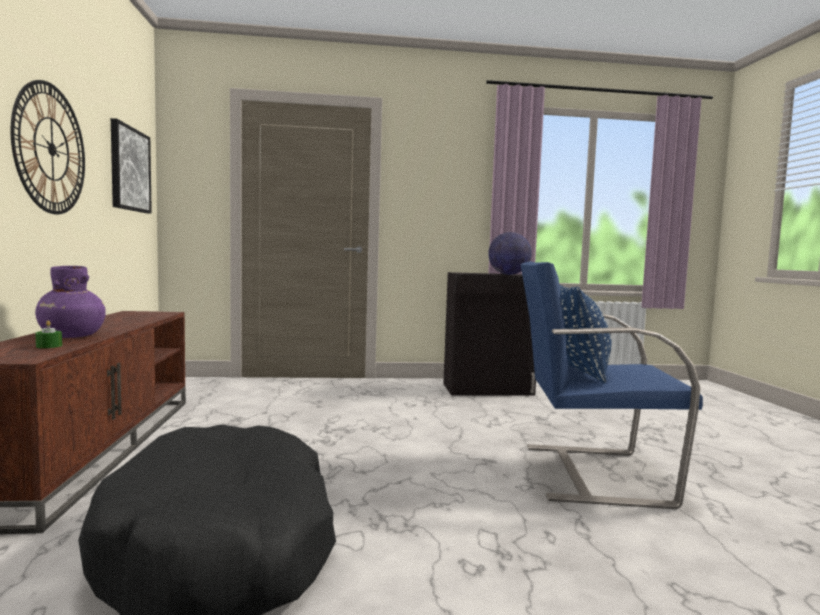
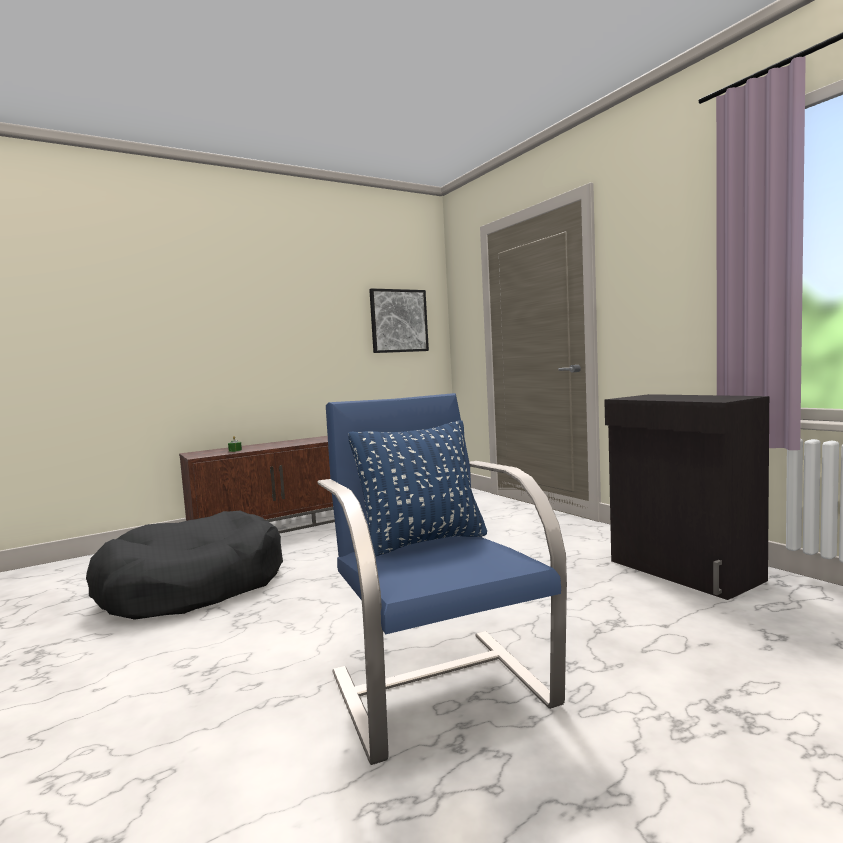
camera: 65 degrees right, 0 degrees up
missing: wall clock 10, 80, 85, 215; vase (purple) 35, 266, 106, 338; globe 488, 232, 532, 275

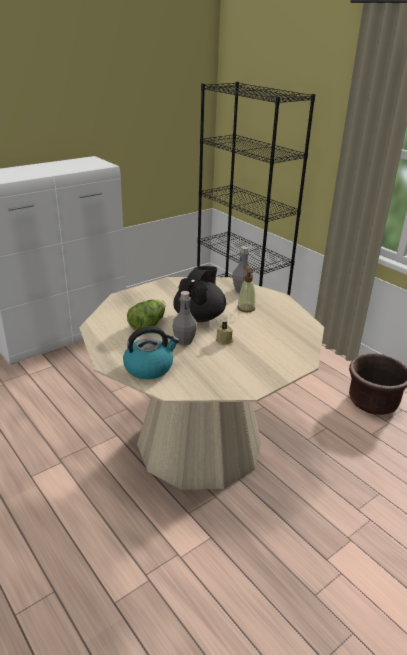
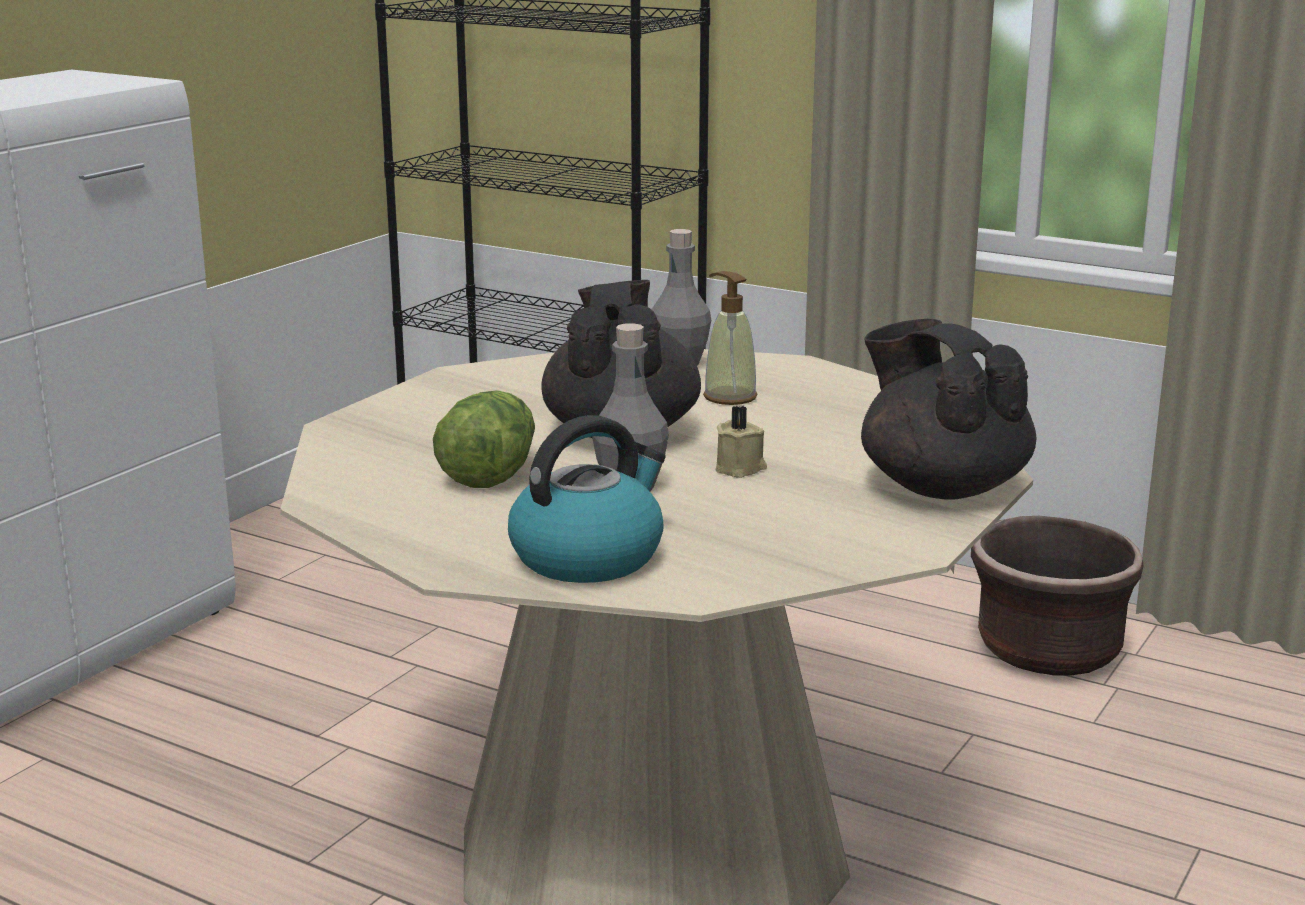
camera: 20 degrees left, 10 degrees down
appeared: teapot (black) 861, 319, 1036, 500

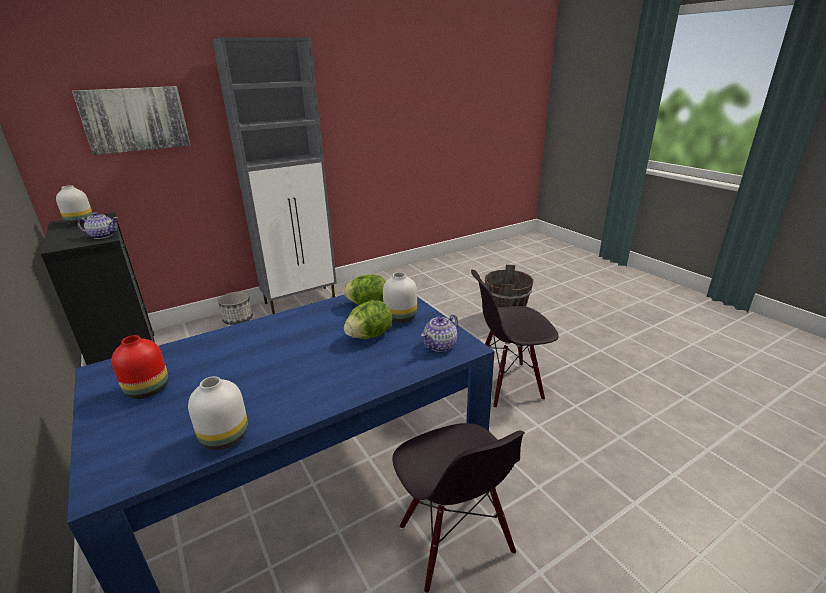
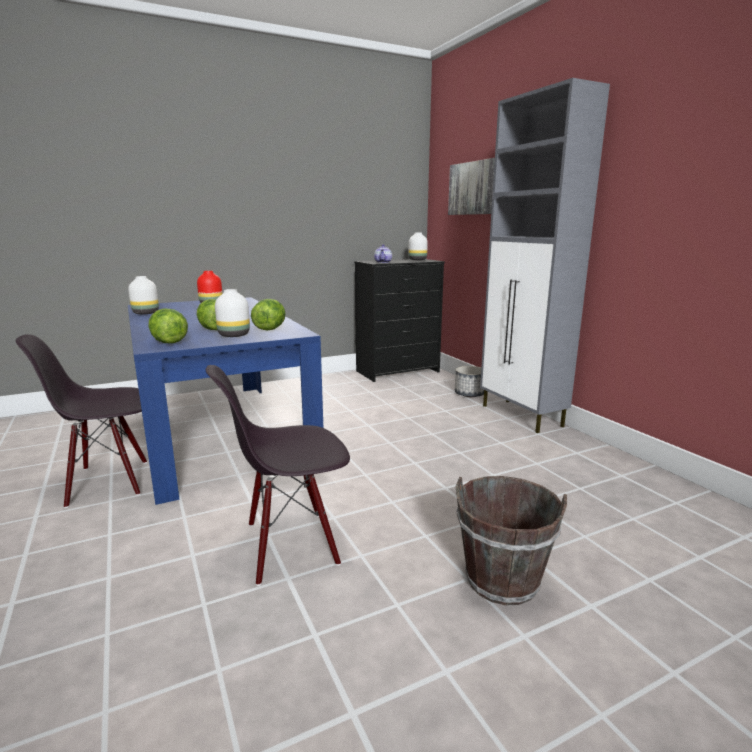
camera: 95 degrees right, 10 degrees down
exchanged: teapot 421, 314, 458, 352 to lettuce 148, 308, 188, 344
spun: chair (black) 471, 270, 559, 408 = 206, 365, 350, 586 105 degrees counterclockwise

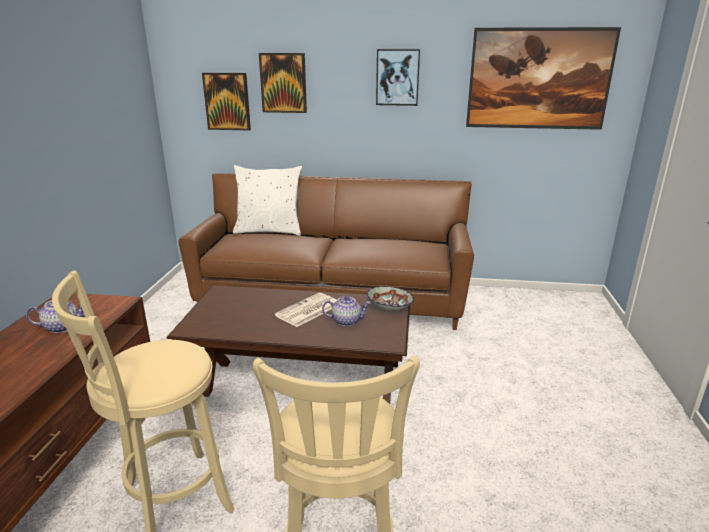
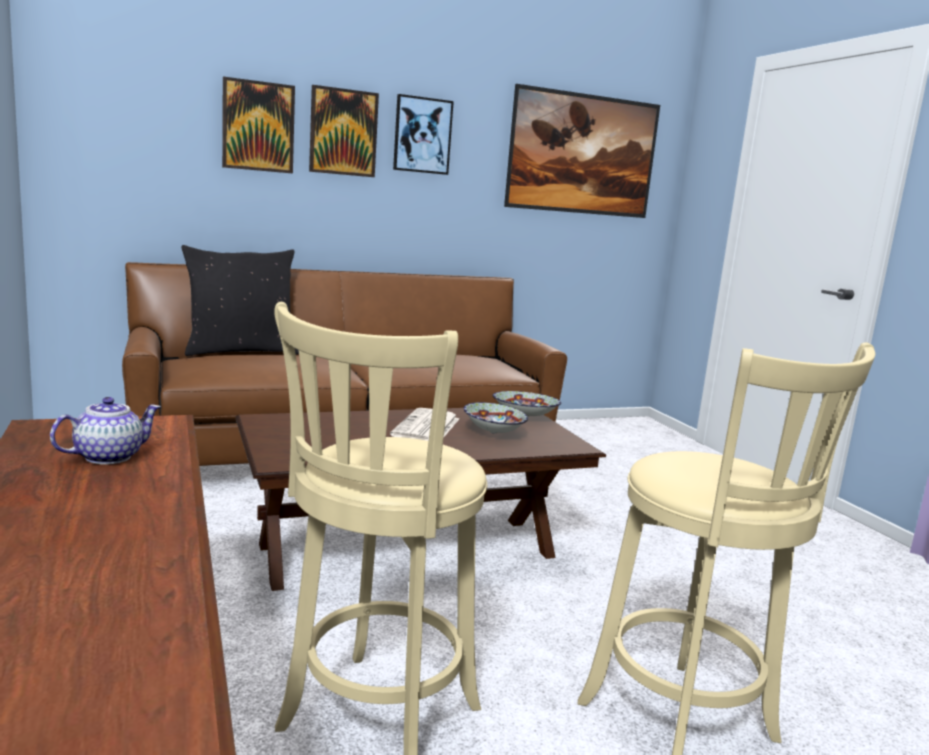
camera: 30 degrees left, 10 degrees down
relocated: picture 202, 73, 251, 131 to 309, 85, 379, 177
exchanged: teapot 322, 296, 371, 326 to bowl 464, 402, 528, 434
colour: pillow (white) 233, 165, 302, 236 to pillow (black) 181, 245, 299, 356

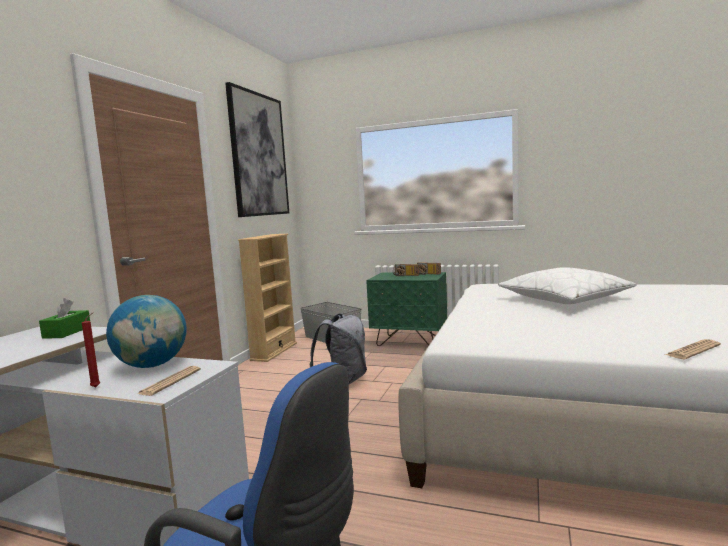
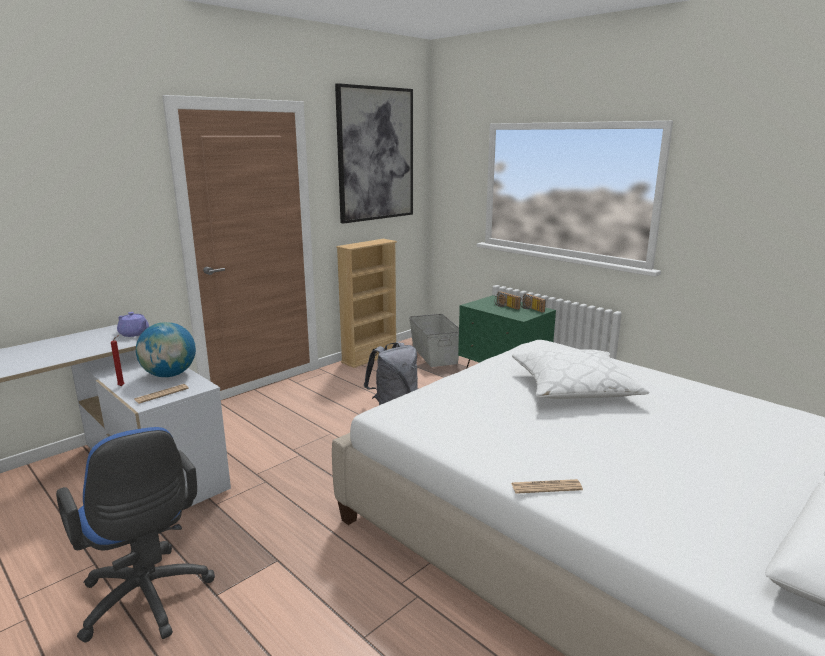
camera: 25 degrees right, 10 degrees up
exchanged: tissue box (green) 39, 298, 90, 339 to teapot (purple) 117, 312, 149, 337

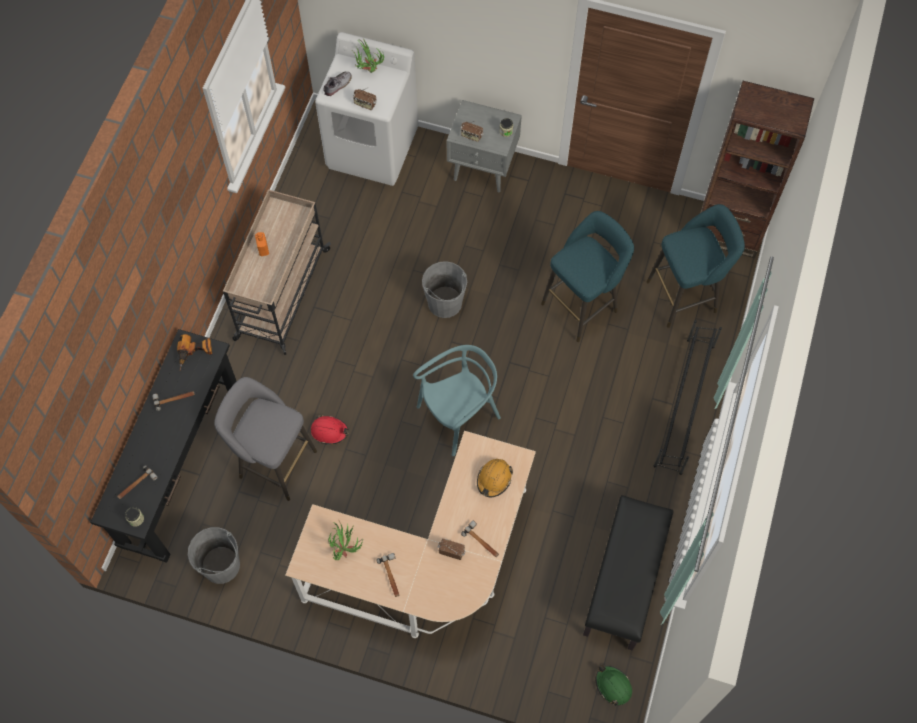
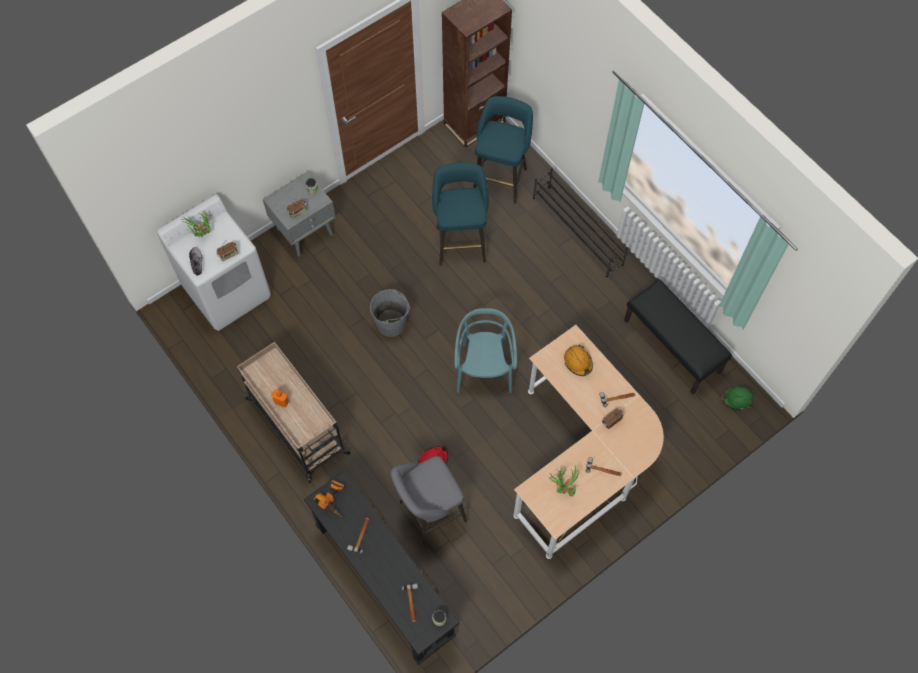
camera: 55 degrees left, 0 degrees up
missing: bucket (grey) 188, 527, 240, 584

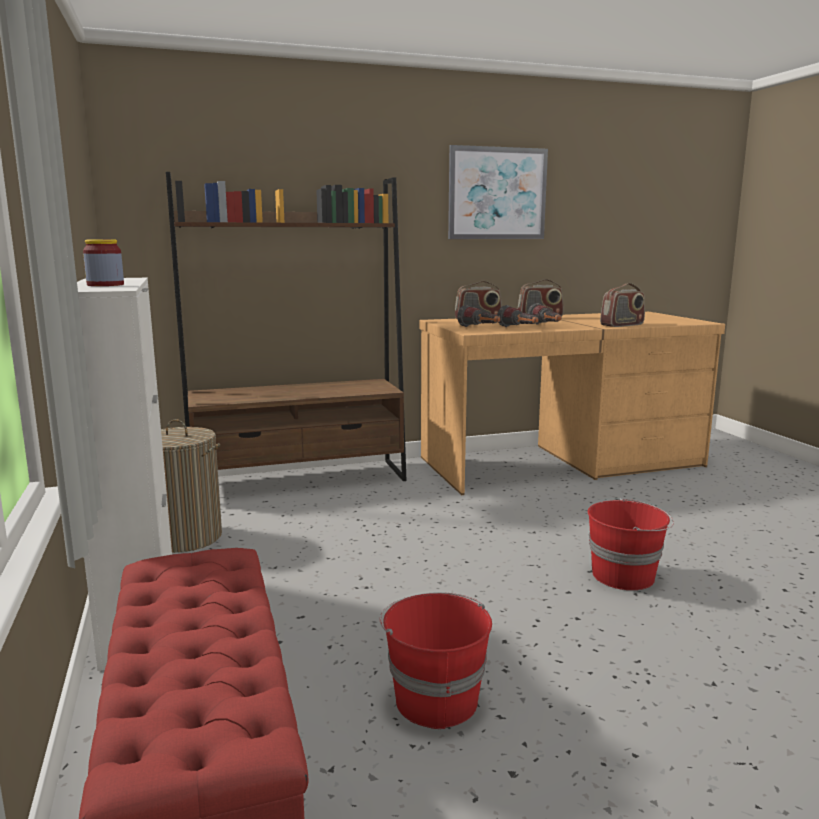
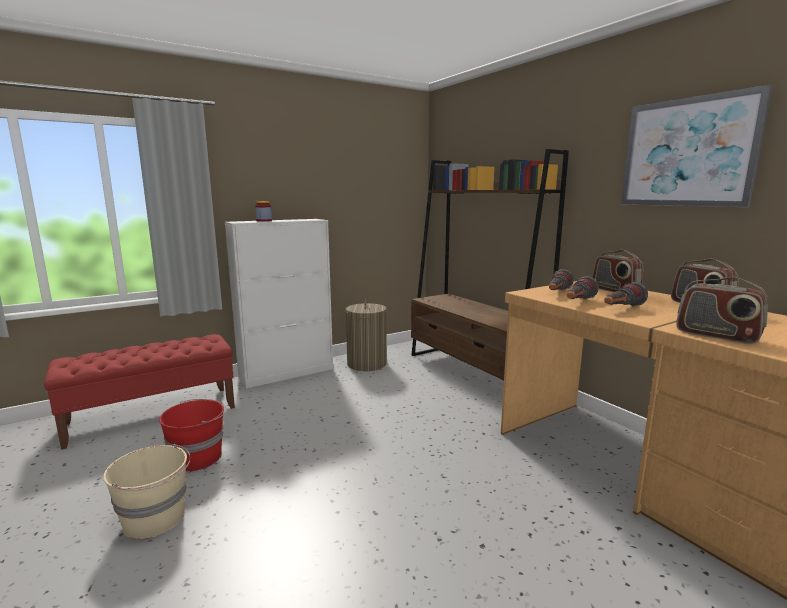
camera: 75 degrees right, 0 degrees up
missing: bucket (red) 588, 498, 674, 590
appeared: bucket (beige) 103, 444, 191, 539

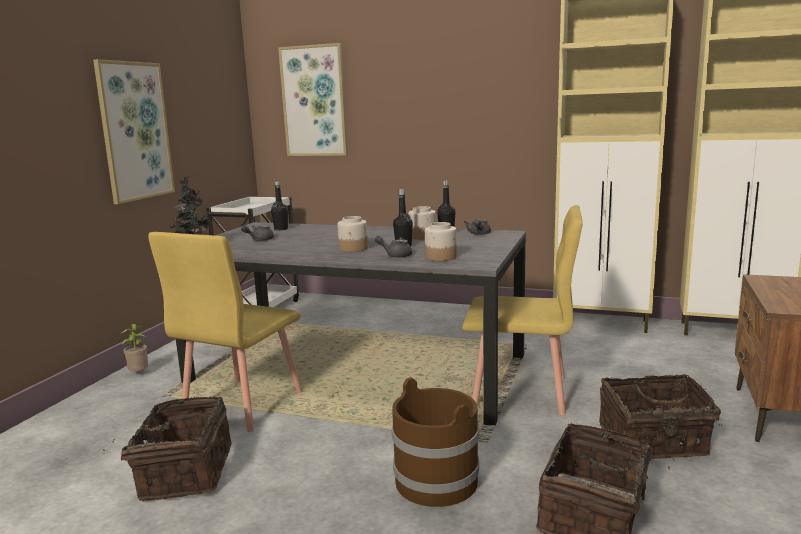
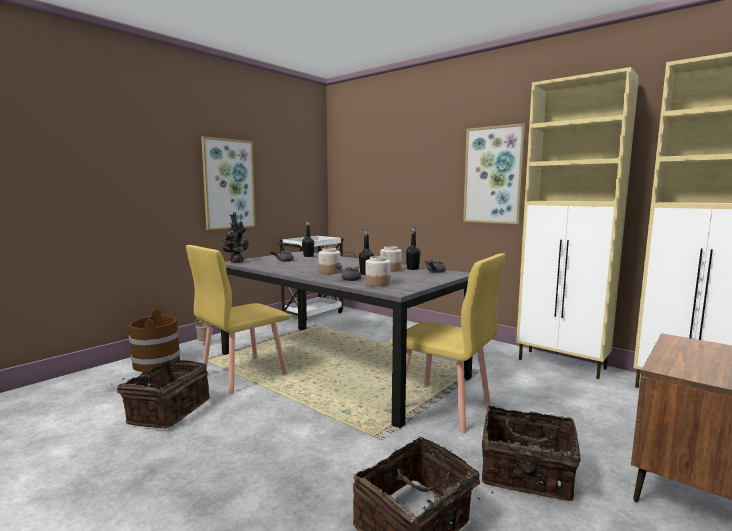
camera: 20 degrees right, 5 degrees down
relocated: picture 278, 43, 348, 156 to 463, 123, 526, 224; bucket (brown) 392, 377, 479, 507 to 129, 308, 180, 372

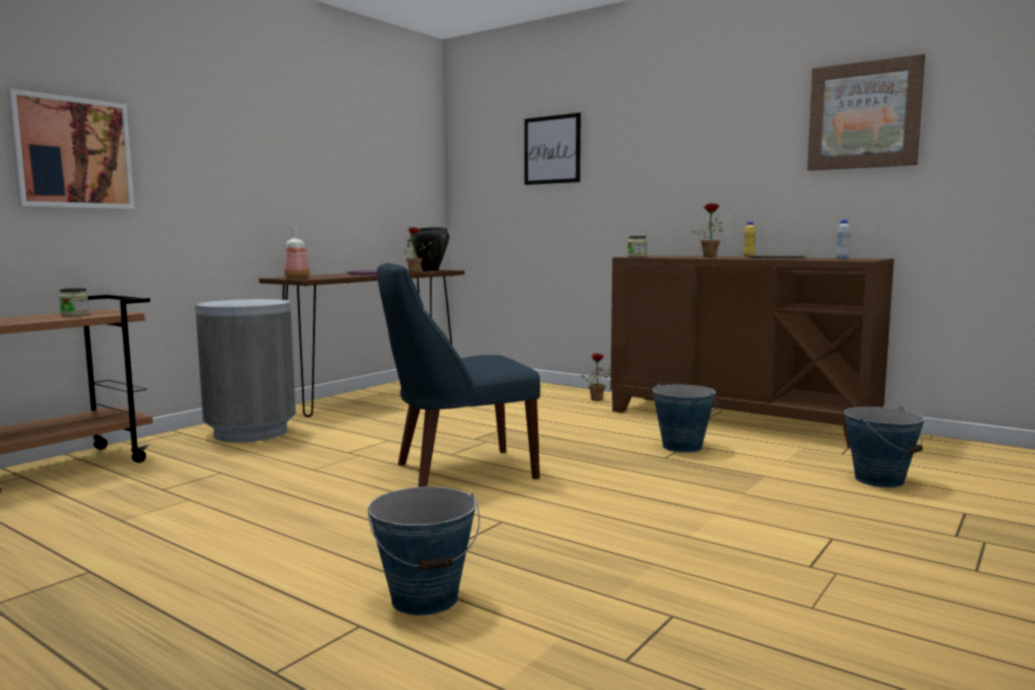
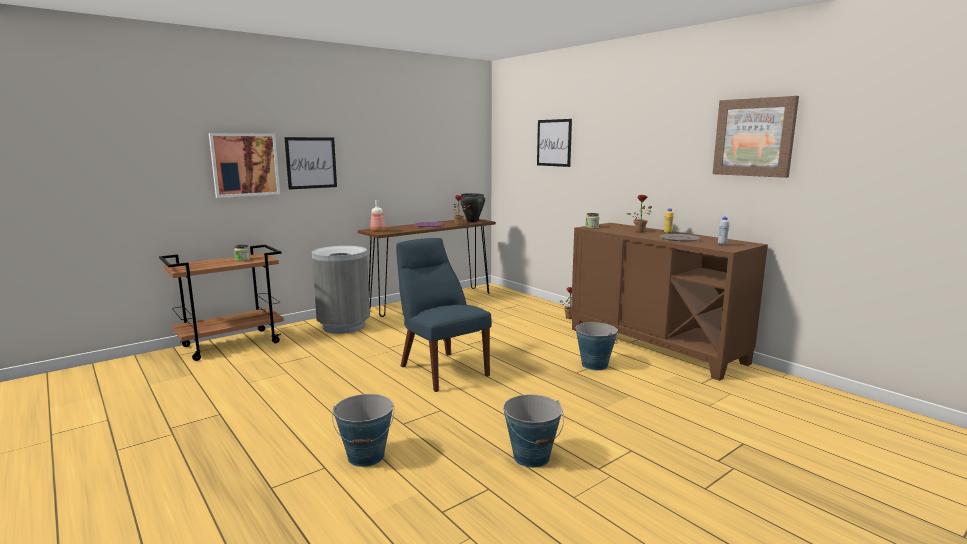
camera: 15 degrees right, 5 degrees up
appeared: picture 284, 137, 337, 190
relocated: bucket 844, 407, 925, 488 to 503, 394, 564, 468
spun: chair (blue) 377, 263, 540, 487 = 396, 238, 492, 392 60 degrees clockwise

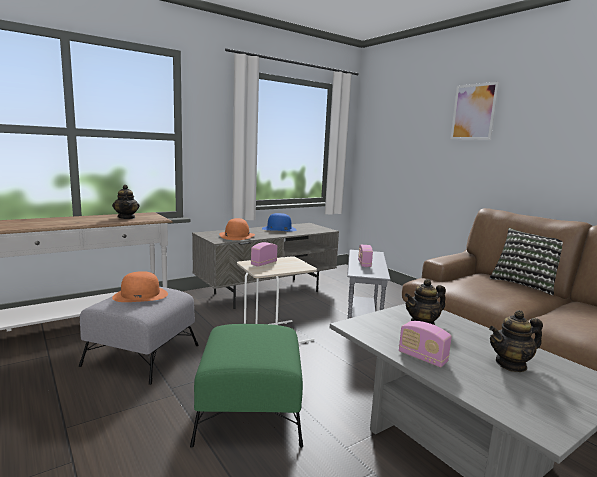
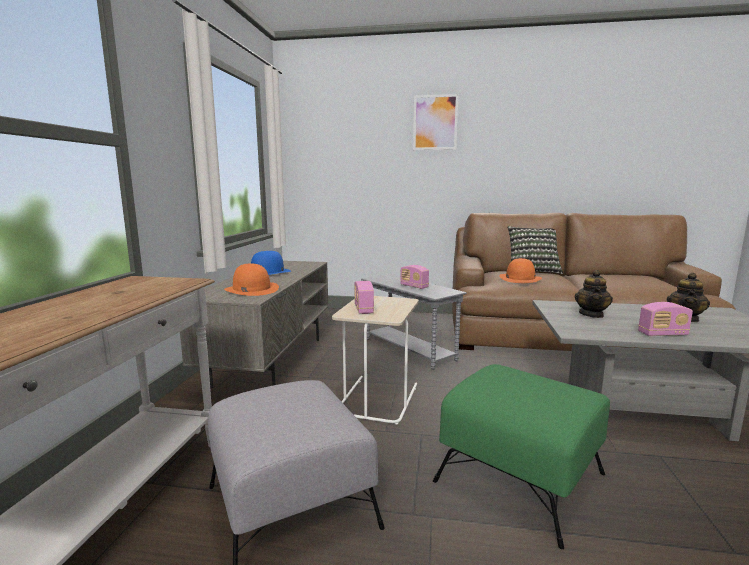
camera: 45 degrees left, 0 degrees up
missing: teapot 112, 185, 139, 219
relocated: hat (orange) 112, 271, 168, 302 to 499, 258, 542, 283

